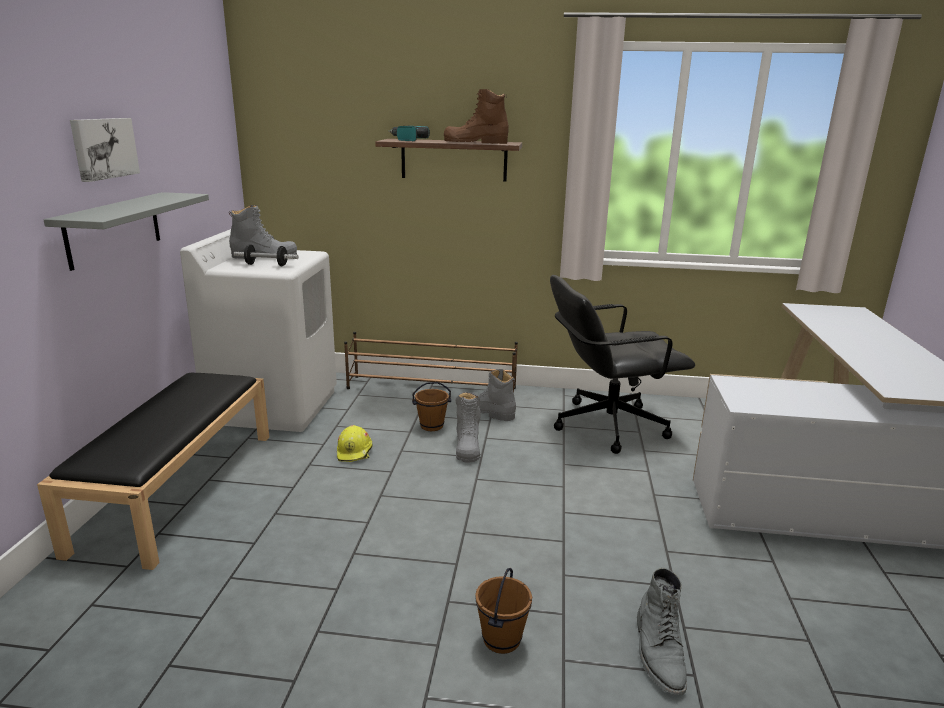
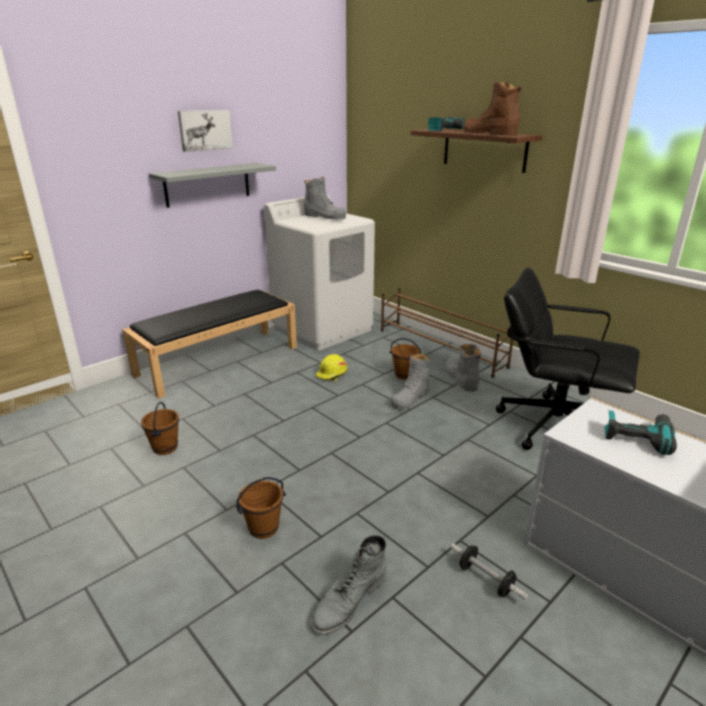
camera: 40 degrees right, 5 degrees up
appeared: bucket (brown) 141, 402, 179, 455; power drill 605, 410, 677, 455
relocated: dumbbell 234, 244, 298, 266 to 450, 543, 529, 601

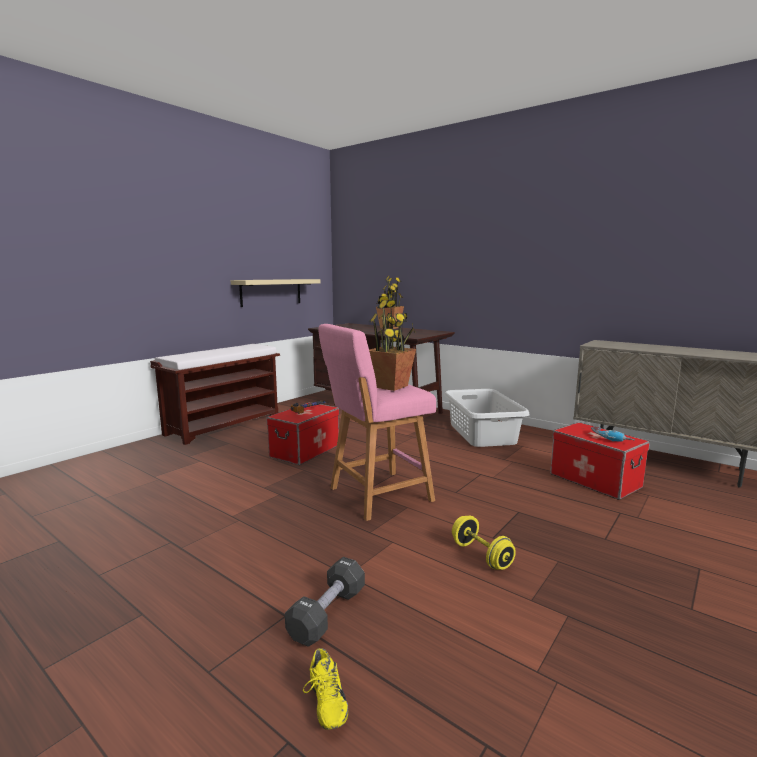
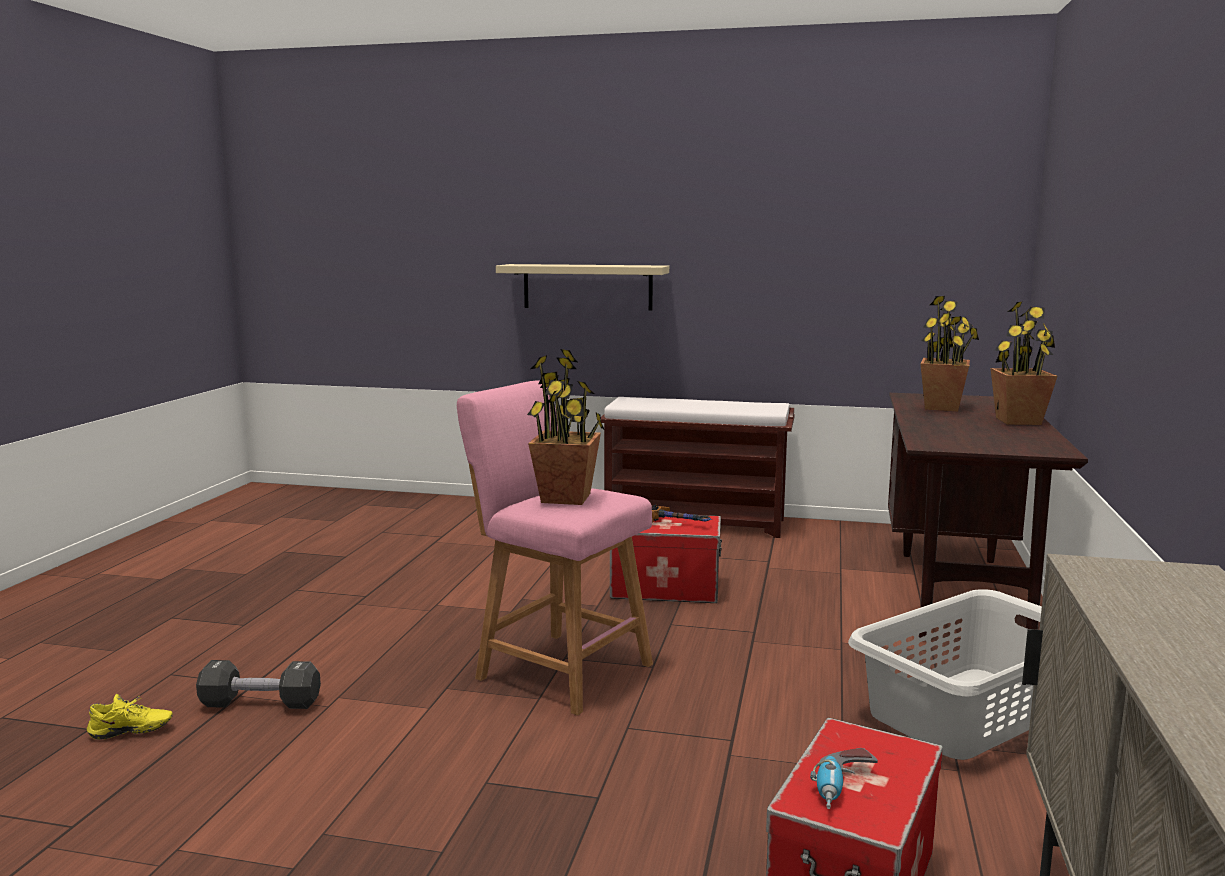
camera: 65 degrees right, 0 degrees up
missing: dumbbell (yellow) 452, 516, 516, 570
appeared: potted plant 920, 296, 979, 412
relocated: shelf (beige) 231, 279, 320, 307 to 496, 264, 669, 311
spun: shoe (yellow) 303, 648, 348, 730 = 87, 694, 173, 740 150 degrees counterclockwise

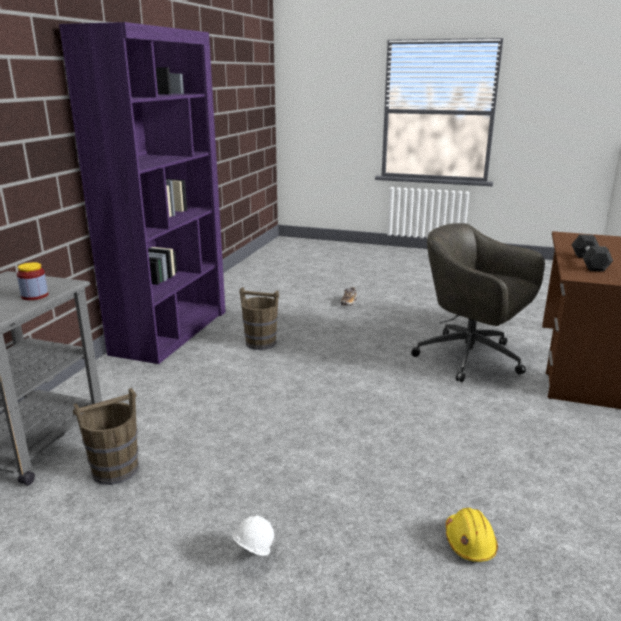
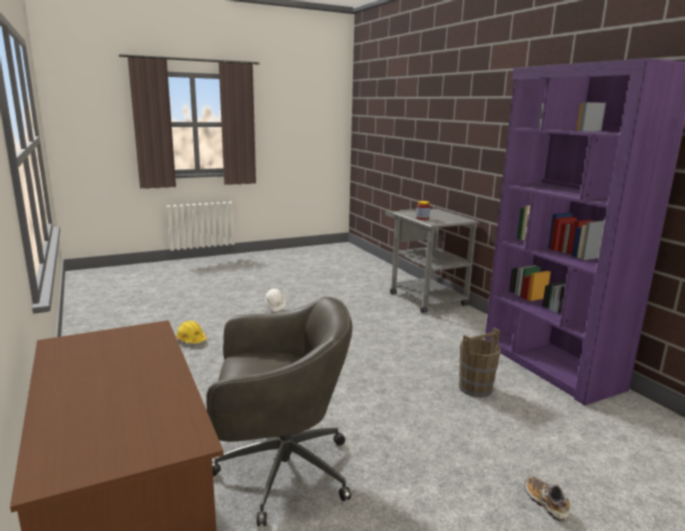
camera: 135 degrees right, 5 degrees down
missing: bucket (brown) 73, 388, 139, 485; dumbbell (grey) 571, 234, 613, 272

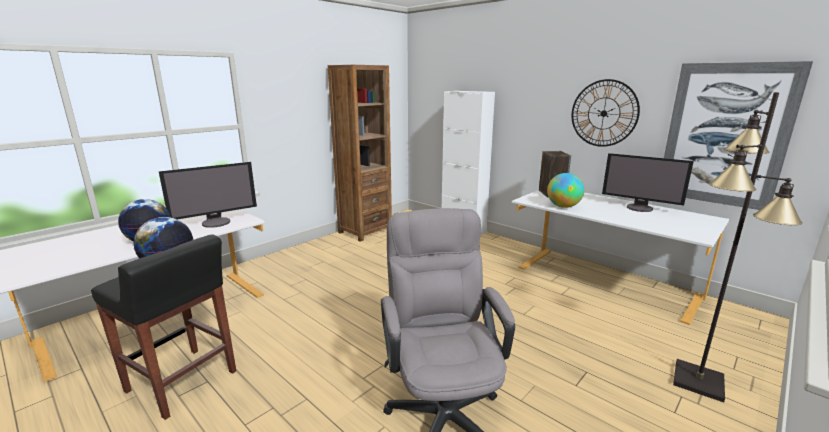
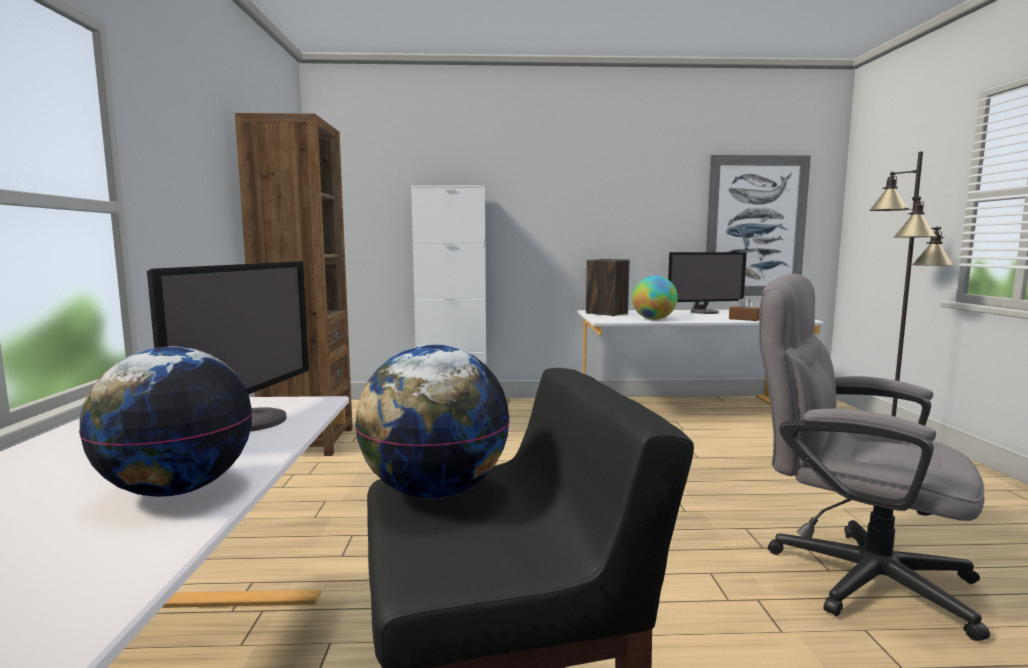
camera: 45 degrees left, 10 degrees down
missing: wall clock 572, 79, 640, 147
appeared: tissue box (brown) 729, 296, 760, 321

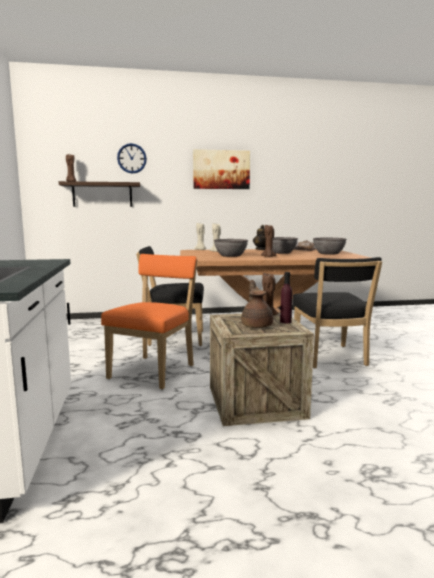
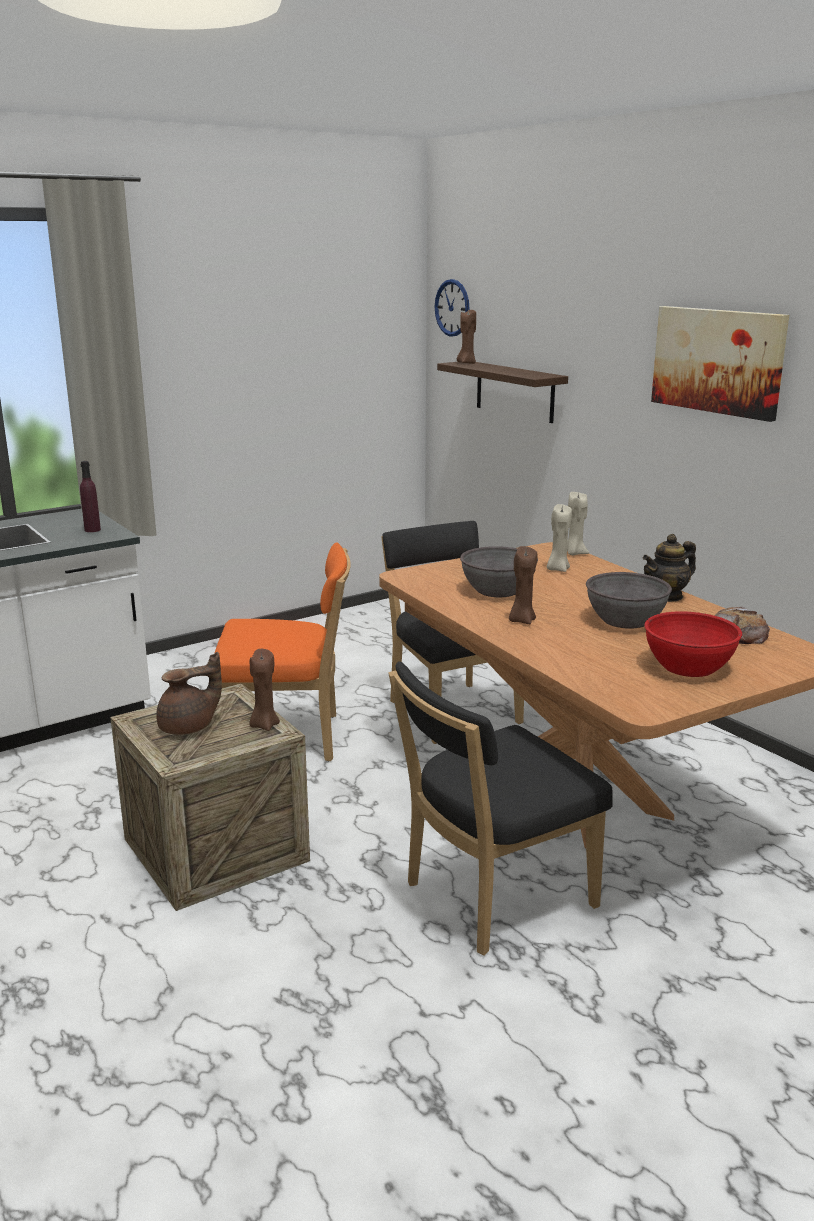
camera: 65 degrees right, 10 degrees up
relocated: wall clock 117, 143, 147, 174 to 435, 279, 470, 337; bottle (purple) 280, 272, 292, 323 to 80, 461, 101, 532
colour: bowl (grey) 313, 238, 347, 255 to bowl (red) 644, 611, 742, 677

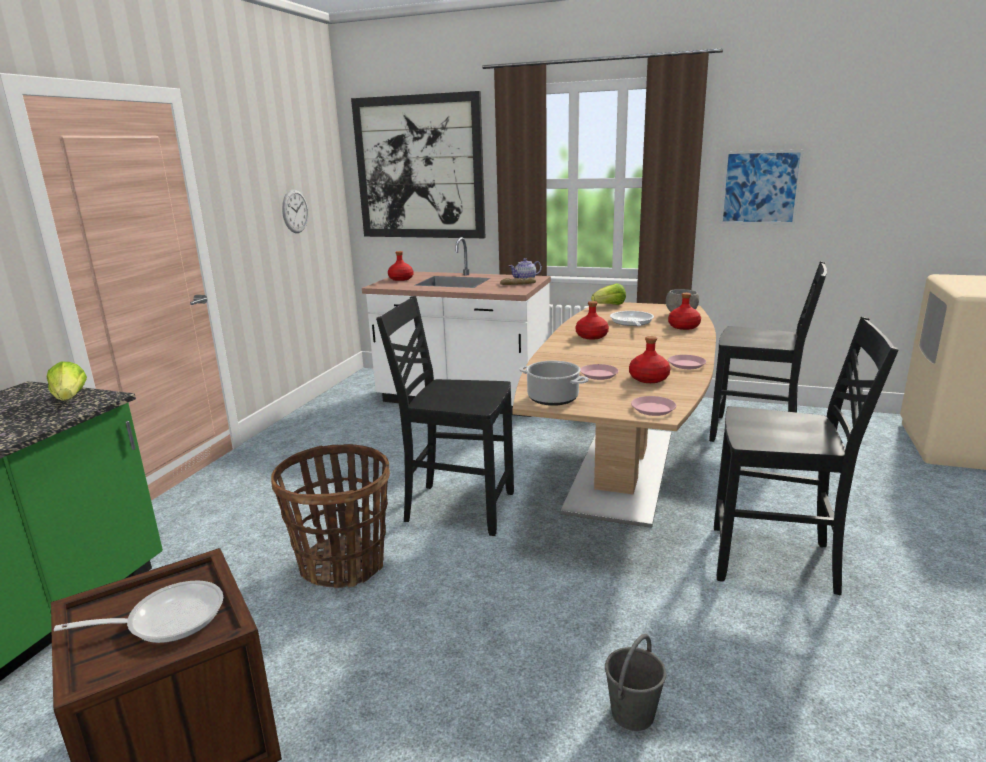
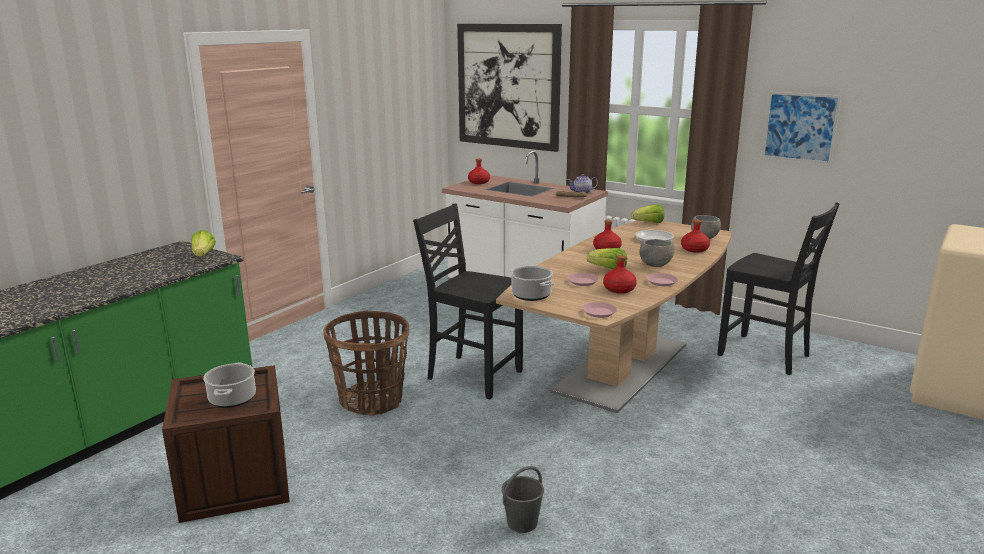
camera: 15 degrees right, 0 degrees up
missing: wall clock 282, 189, 309, 233; chair (black) 714, 317, 899, 595
appeared: lettuce 587, 248, 627, 270; bowl (grey) 640, 239, 675, 267
exchanged: frying pan 54, 580, 223, 643 to cooking pot 203, 363, 256, 408

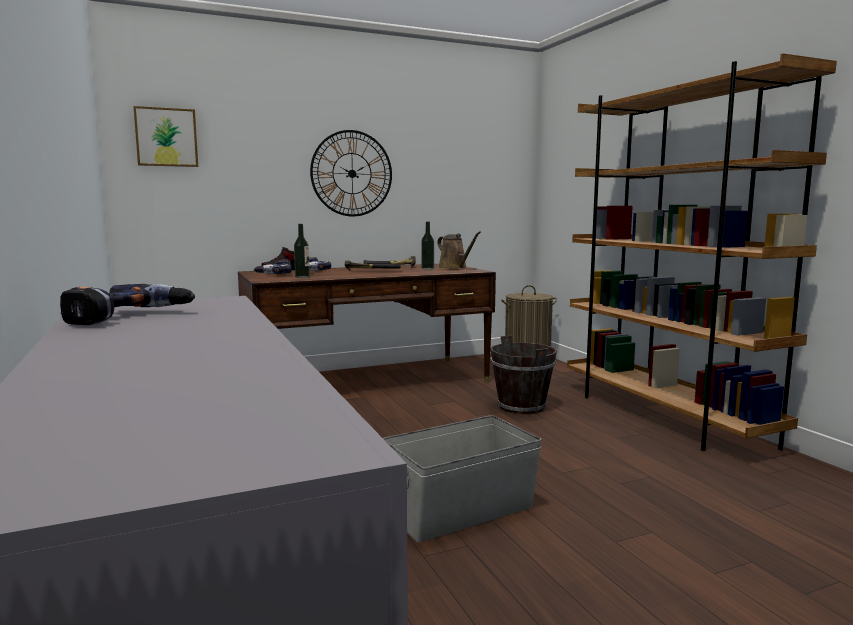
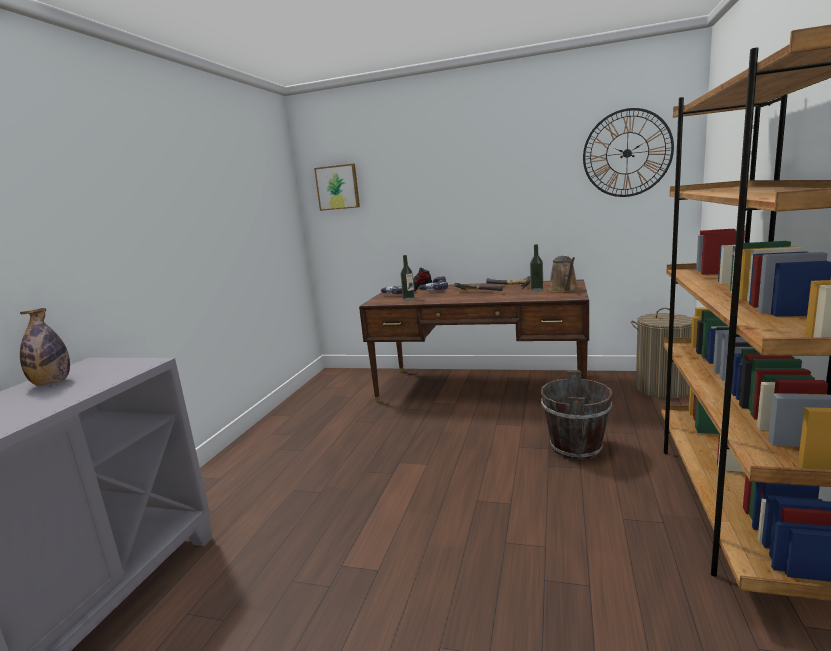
camera: 40 degrees right, 5 degrees up
missing: storage box (grey) 383, 415, 542, 542
relocated: wall clock 310, 130, 392, 217 to 583, 108, 674, 197
exchanged: power drill 60, 284, 195, 325 to bottle 20, 308, 70, 386

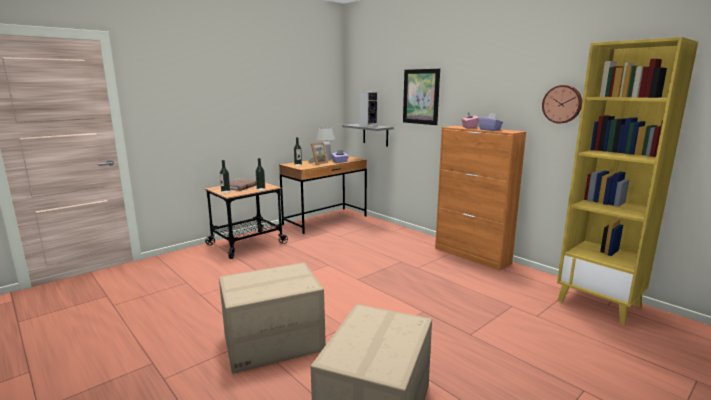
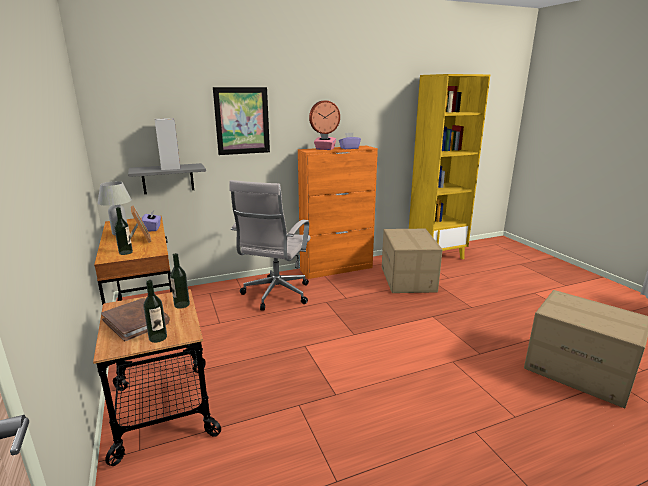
camera: 70 degrees left, 5 degrees up
appeared: office chair (white) 229, 180, 310, 311
relocated: cardboard box 219, 262, 326, 374 to 382, 229, 443, 293; wall clock 542, 85, 582, 124 to 309, 100, 340, 134

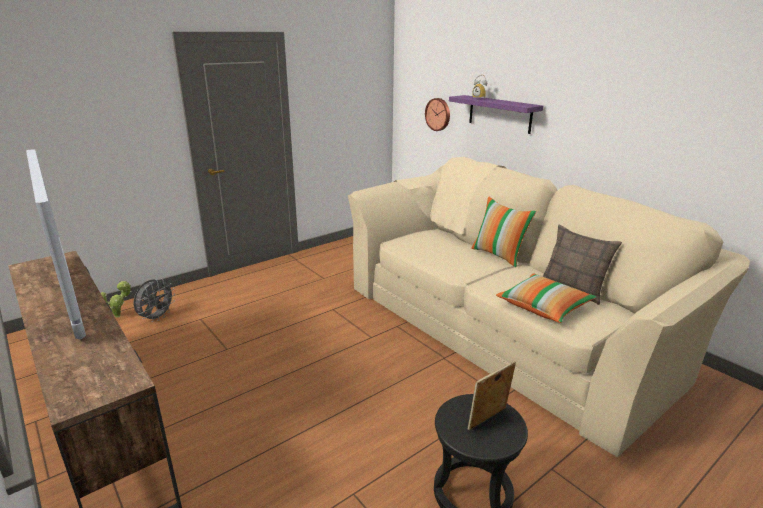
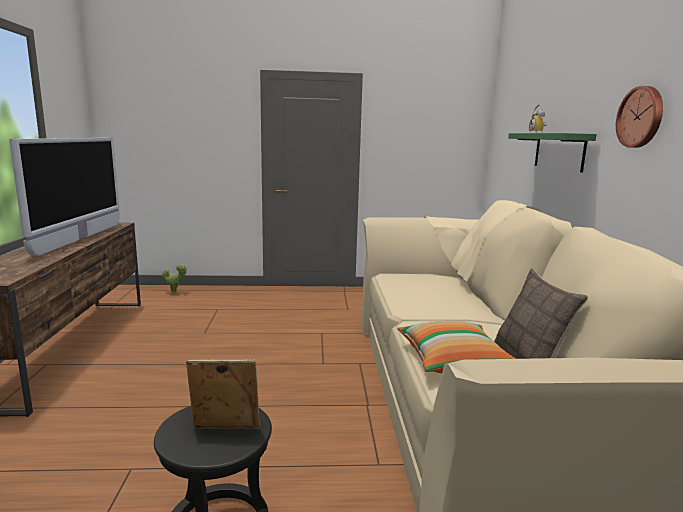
camera: 35 degrees right, 10 degrees down
missing: fan (grey) 134, 279, 175, 322; pillow 471, 196, 536, 267
relocated: wall clock 425, 98, 450, 131 to 616, 86, 663, 148
colour: shelf (purple) 449, 95, 543, 134 to shelf (green) 508, 133, 597, 172

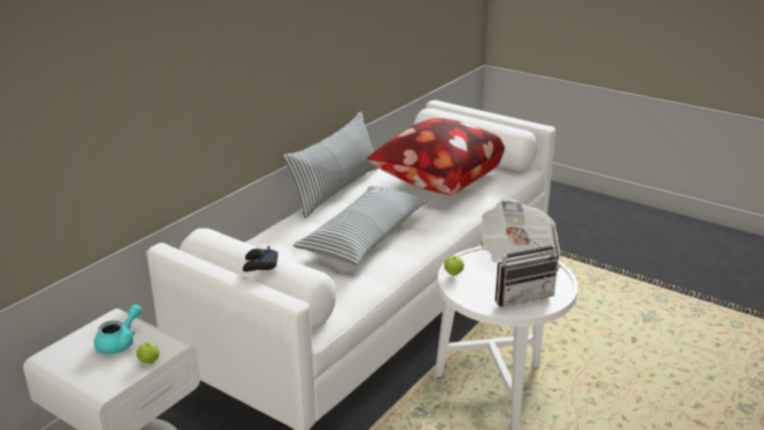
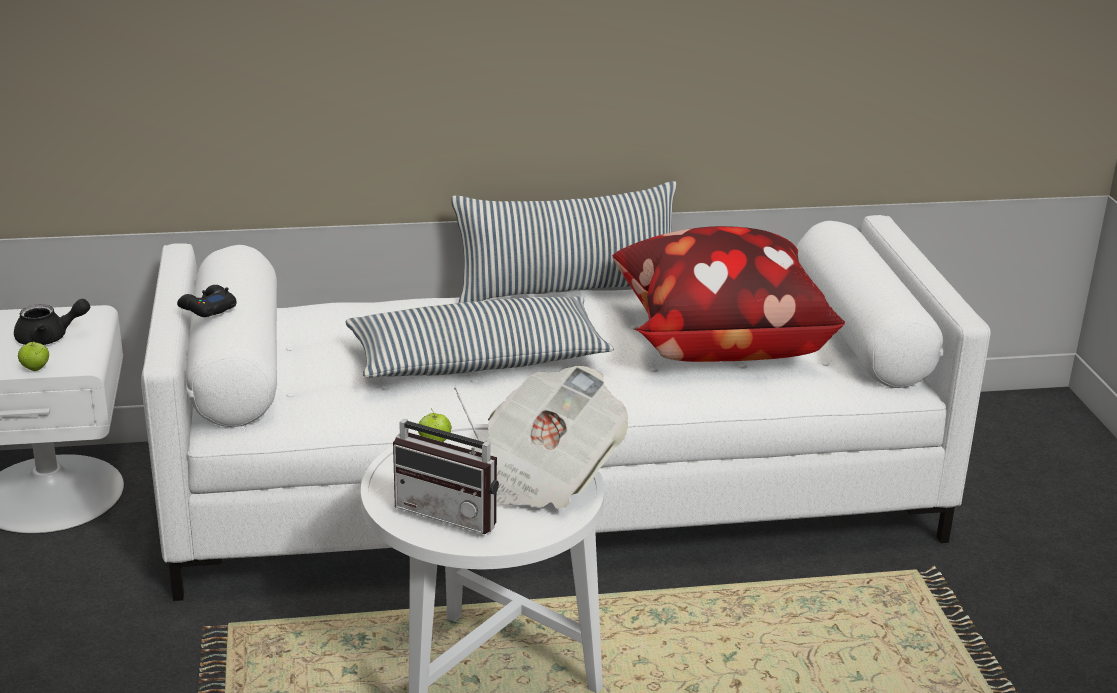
camera: 45 degrees right, 0 degrees up
colour: teapot (turquoise) 94, 304, 142, 354 to teapot (black) 14, 299, 90, 345

